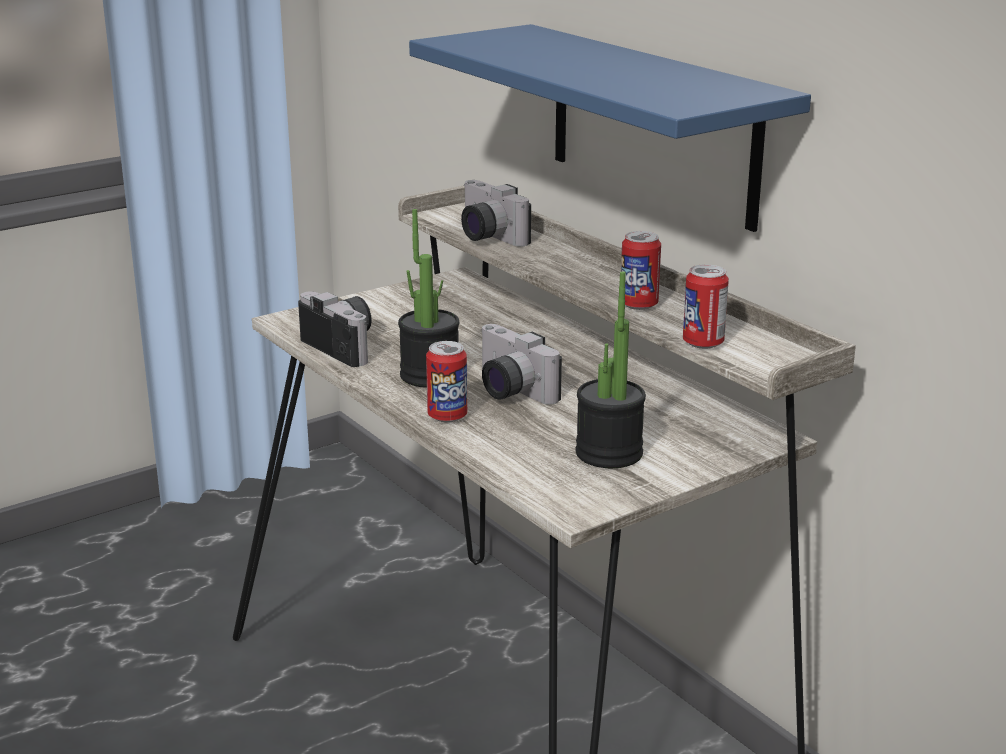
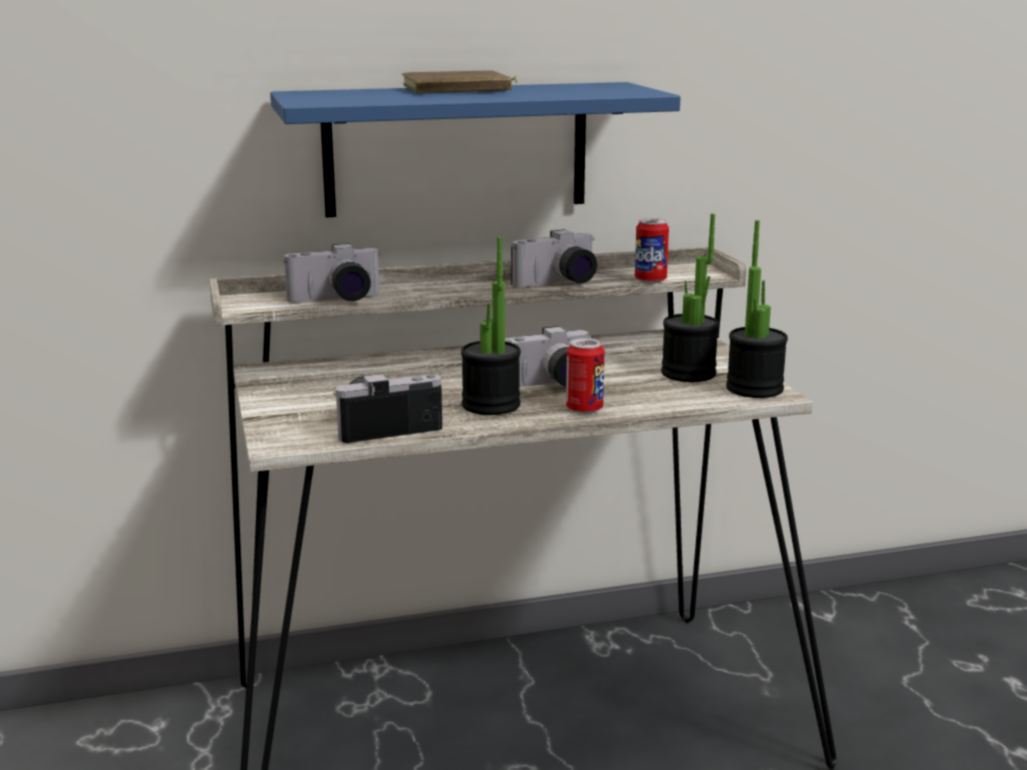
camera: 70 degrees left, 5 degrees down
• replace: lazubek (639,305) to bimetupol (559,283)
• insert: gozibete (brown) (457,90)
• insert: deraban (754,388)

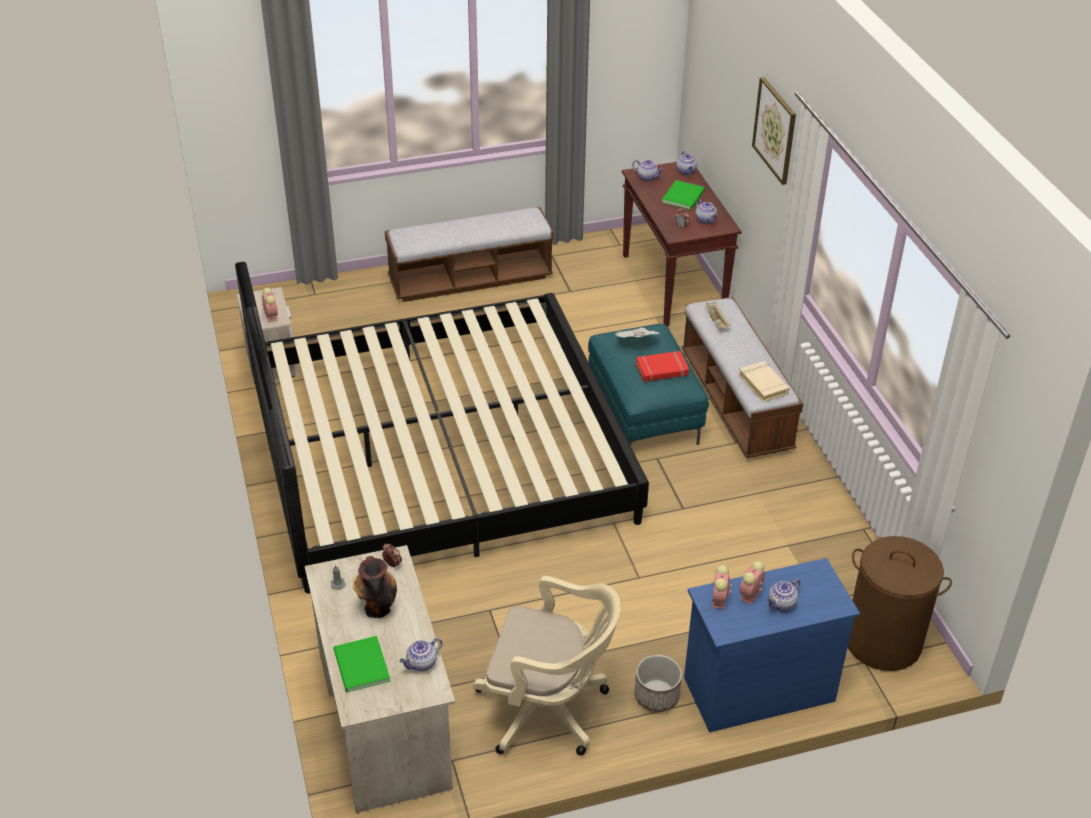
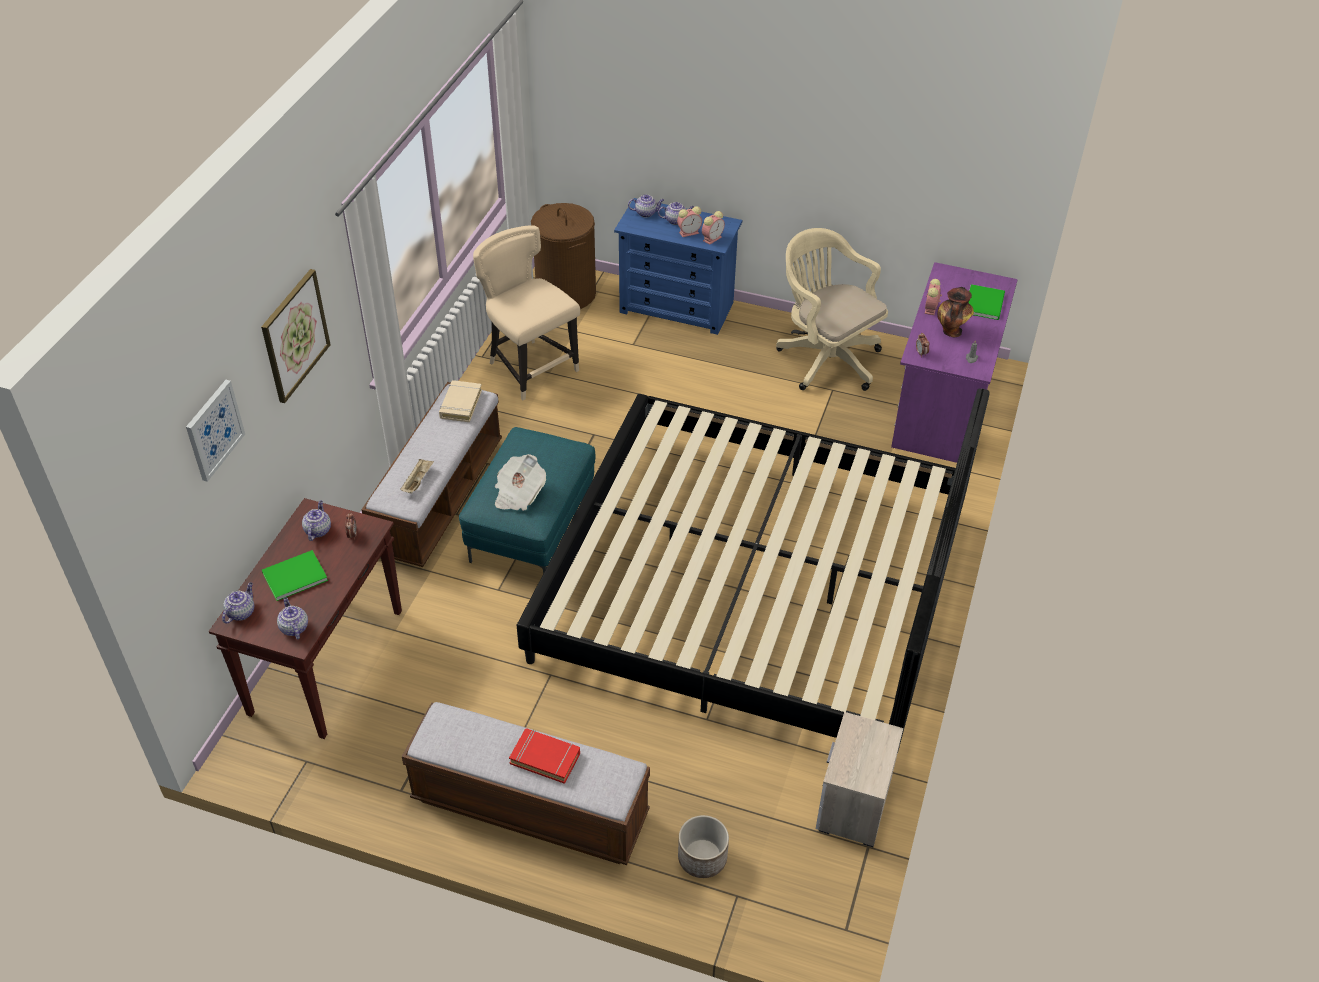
camera: 145 degrees left, 5 degrees up
• move: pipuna (270,315) to (930,309)
• recolor: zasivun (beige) (383,718) to zasivun (purple) (944,404)
• move: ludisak (421,664) to (646,213)
• move: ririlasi (657,696) to (702,858)
• move: gozibete (red) (662,370) to (545,758)
• insert: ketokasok (214,430)
• insert: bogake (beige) (530,367)

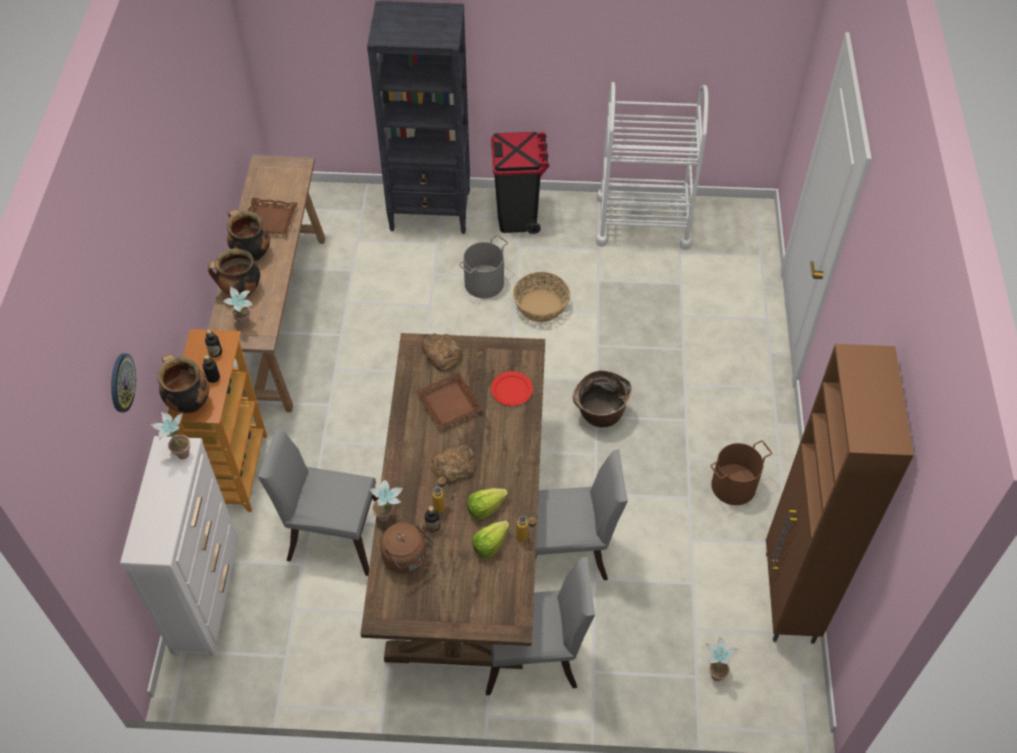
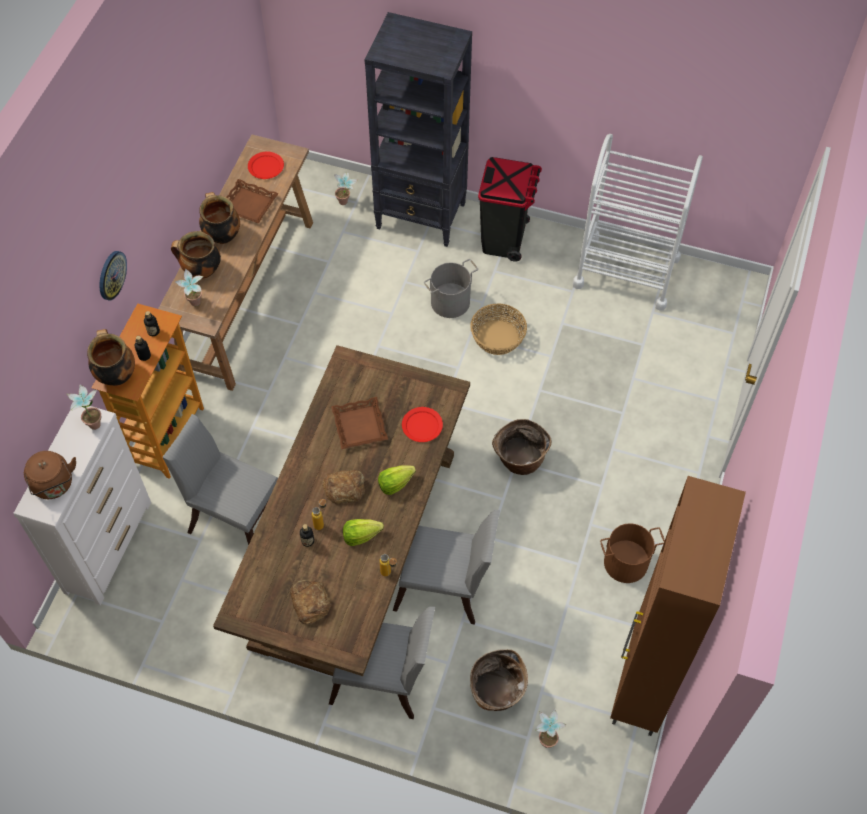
camera: 15 degrees right, 5 degrees up
• move: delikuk (121,382) to (111,275)
• move: deraban (388,517) to (346,203)
• move: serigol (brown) (407,558) to (54,485)
• move: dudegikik (441,354) to (310,603)
• move: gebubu (490,544) to (395,483)
• insert: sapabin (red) (266,167)
• insert: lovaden (496,693)

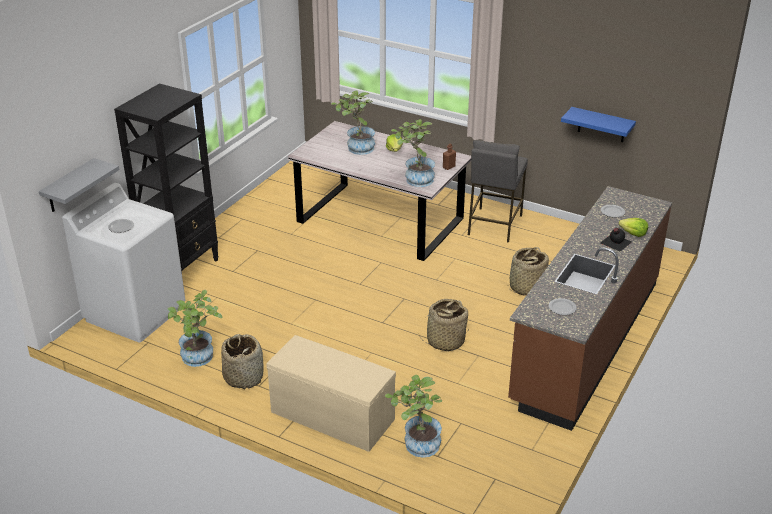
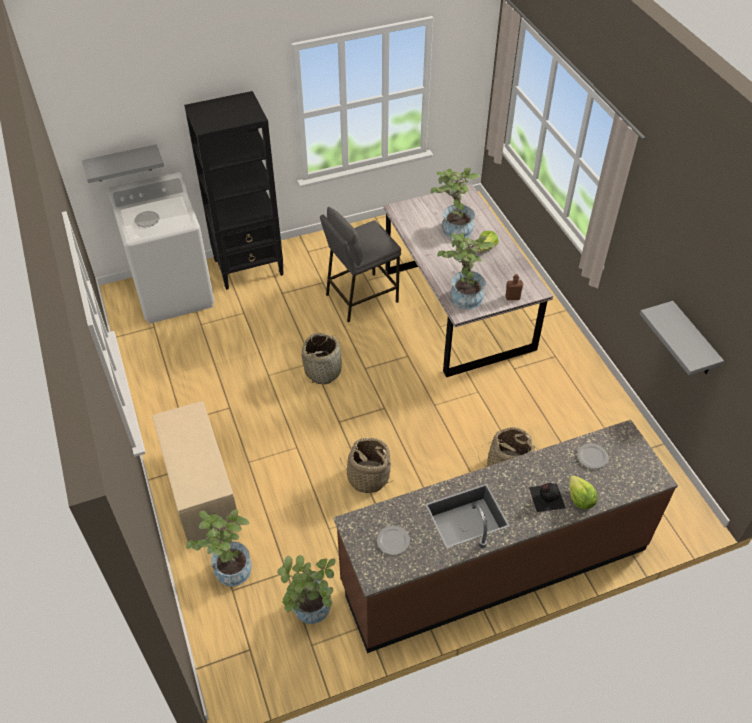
camera: 40 degrees right, 15 degrees up
• move: deraban (199,359) to (310,612)
• move: lovaden (244,377) to (323,371)
• move: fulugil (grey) (494,225) to (361,297)
• recolor: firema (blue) (601,125) to firema (grey) (693,341)

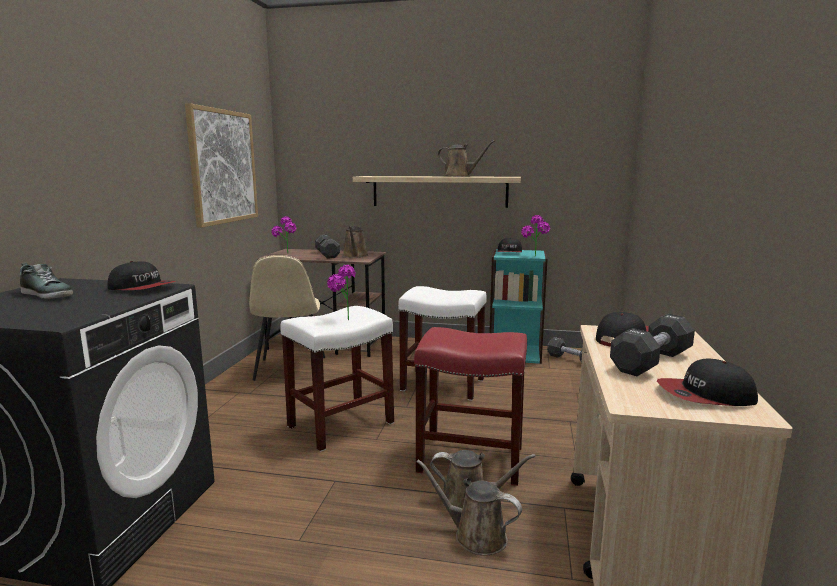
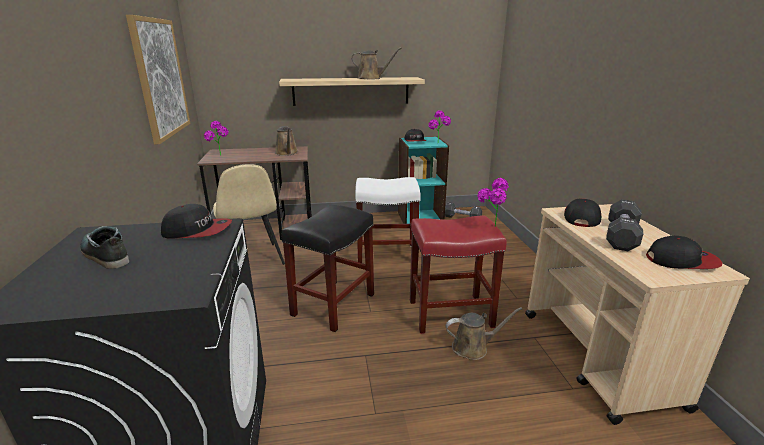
camera: 20 degrees left, 10 degrees up
• rotate: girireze (48,294) = (104,254) 150 degrees counterclockwise
• recolor: fulugil (white) (341,424) to fulugil (black) (333,304)
• delete: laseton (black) (327,254)
• move: deraban (341,320) to (490,228)
• delete: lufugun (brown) (475,536)
• rotate: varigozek (705,396) = (681,261) 150 degrees counterclockwise

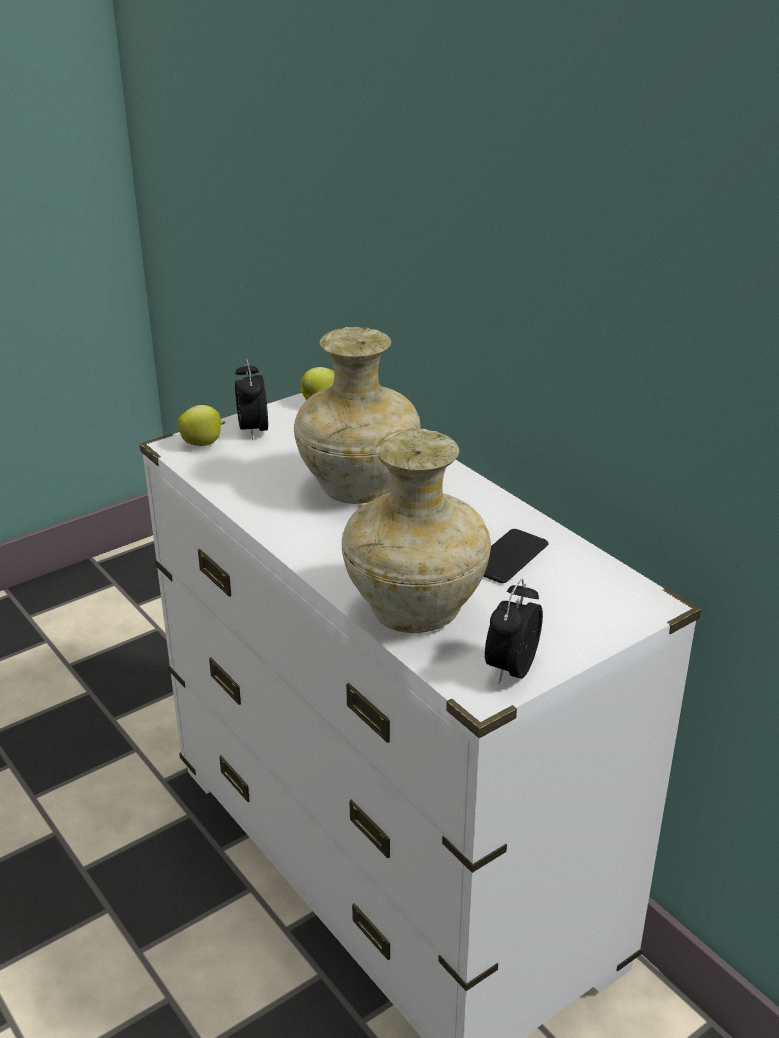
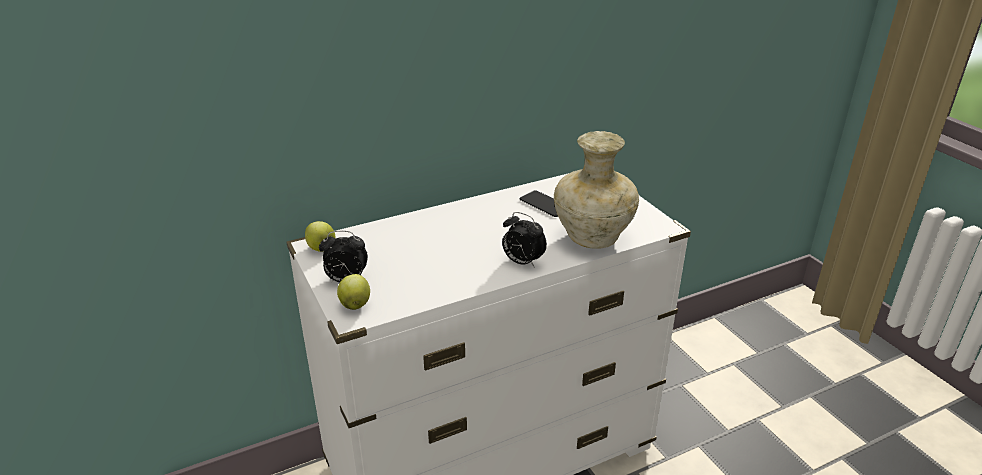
camera: 80 degrees left, 0 degrees up
• delete: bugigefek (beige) (356,489)
• move: pipuna (511,669) to (522,262)

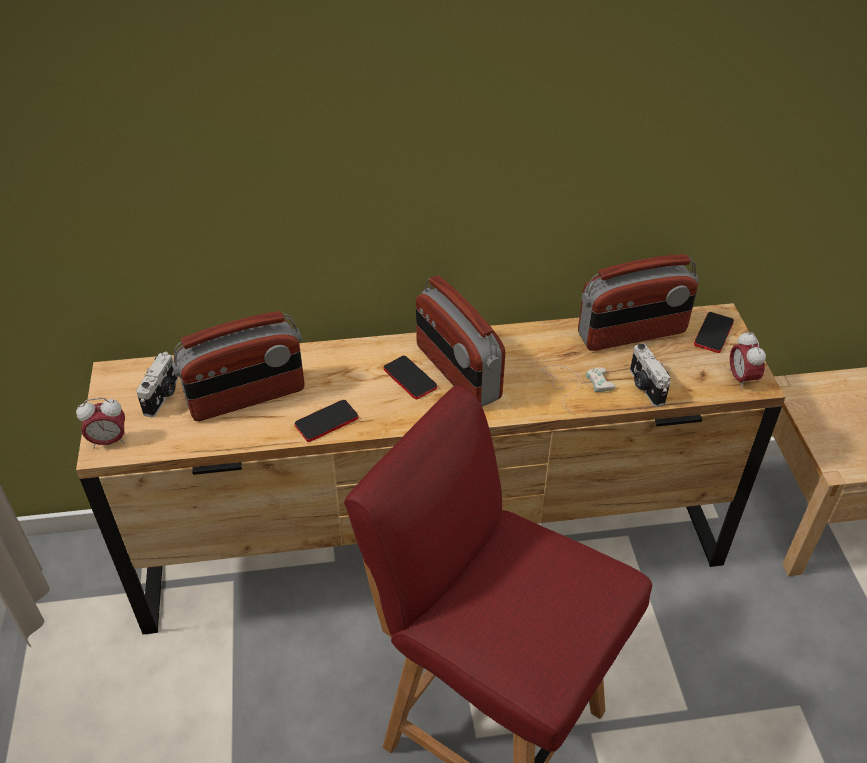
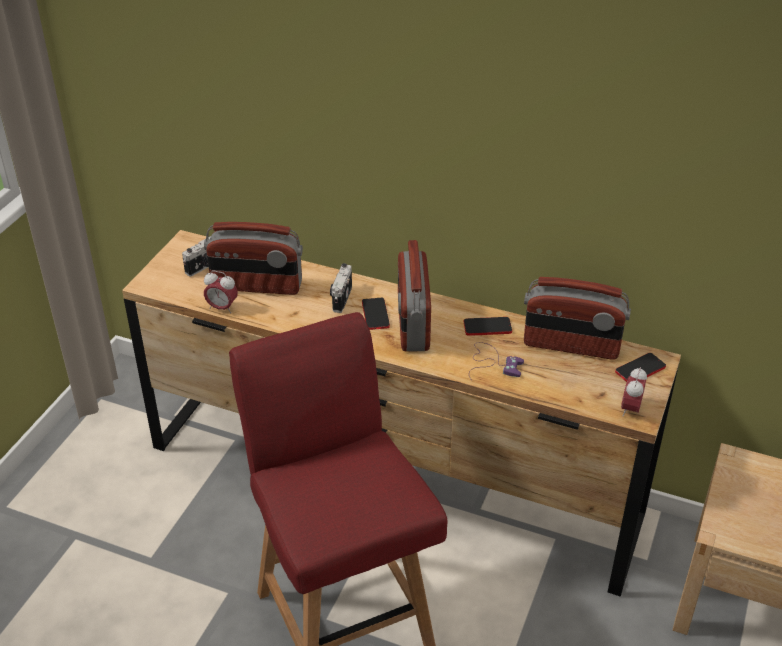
camera: 30 degrees right, 5 degrees down
• move: pipuna (109,441) to (222,308)
• move: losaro (326,421) to (487,327)
• recolor: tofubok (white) (575,384) to tofubok (purple) (493,363)
• move: bimetupol (645,387) to (340,298)

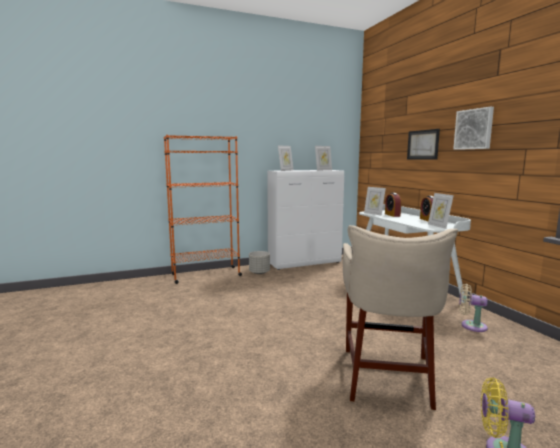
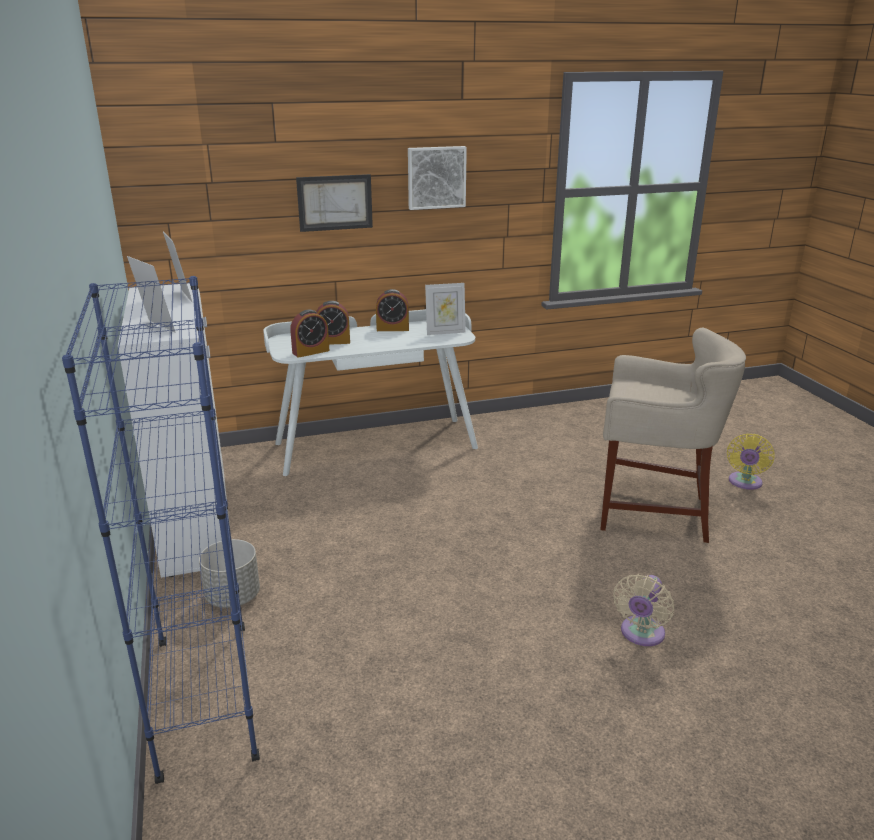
camera: 85 degrees left, 15 degrees up
• recolor: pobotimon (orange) (206,275) to pobotimon (blue) (205,698)
• replace: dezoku (373,214) to pipuna (311,352)
• move: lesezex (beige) (470,326) to (641,634)

